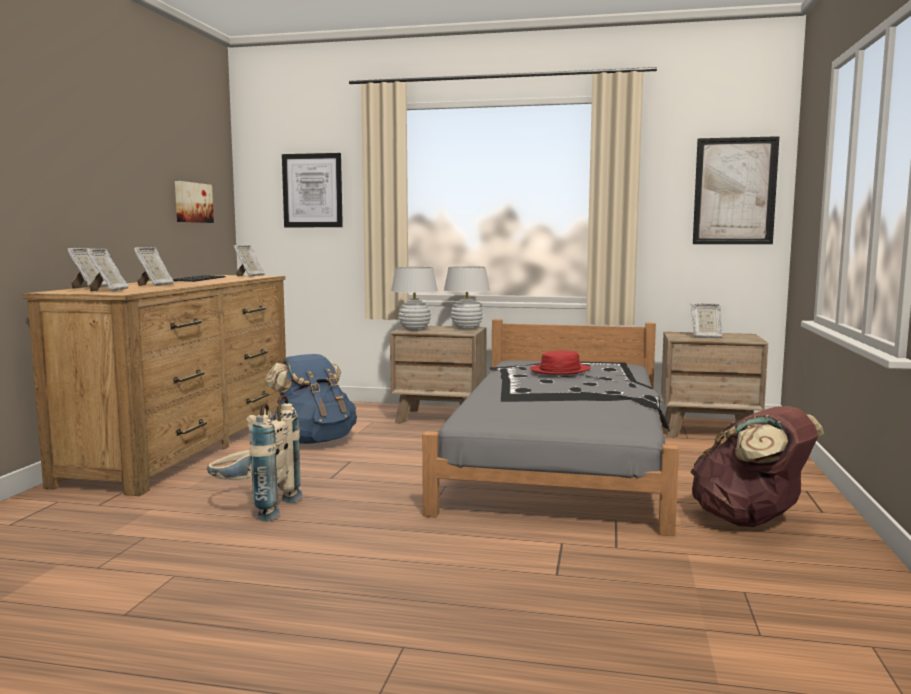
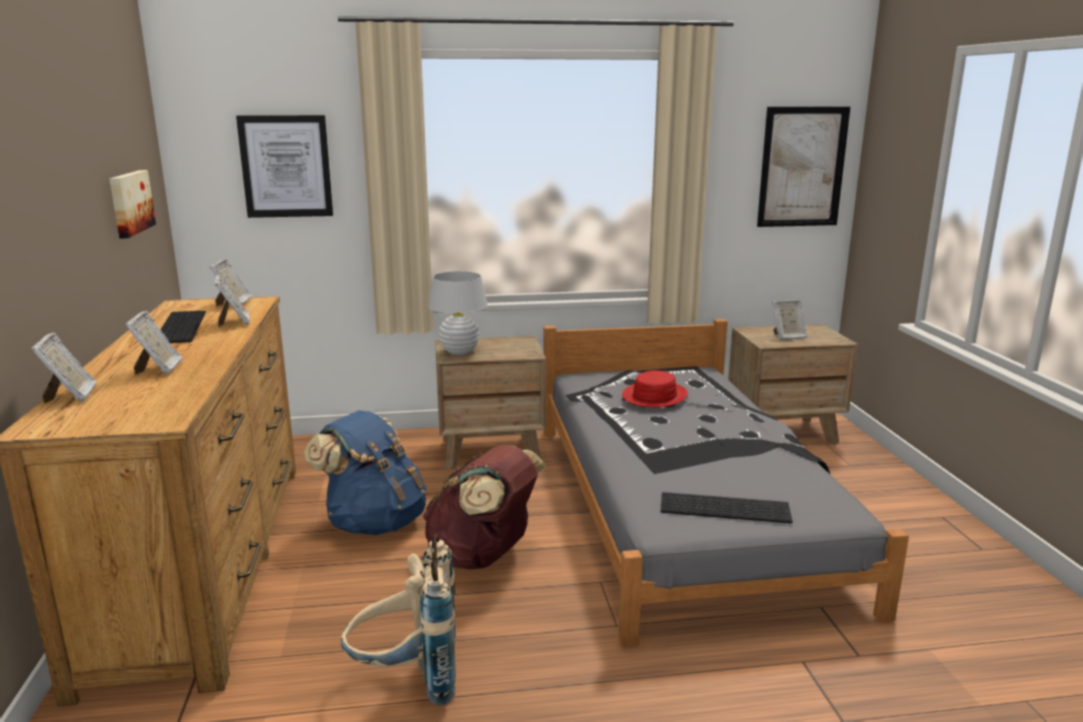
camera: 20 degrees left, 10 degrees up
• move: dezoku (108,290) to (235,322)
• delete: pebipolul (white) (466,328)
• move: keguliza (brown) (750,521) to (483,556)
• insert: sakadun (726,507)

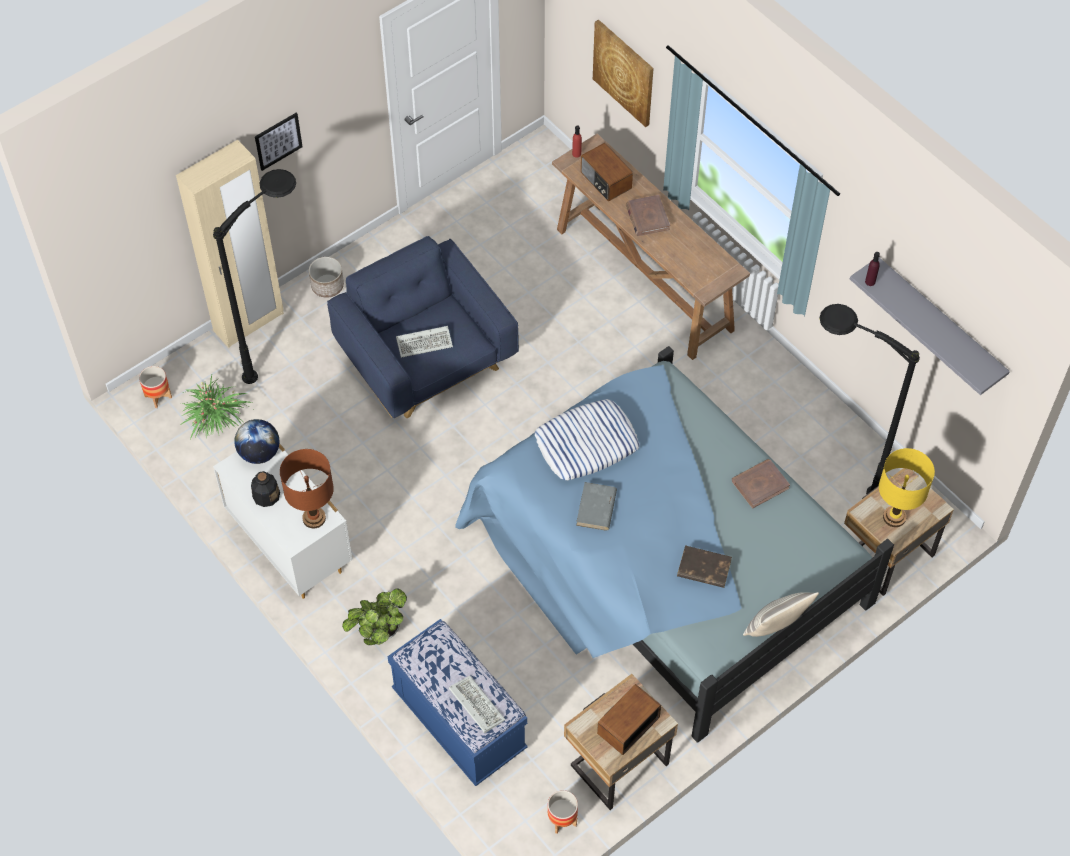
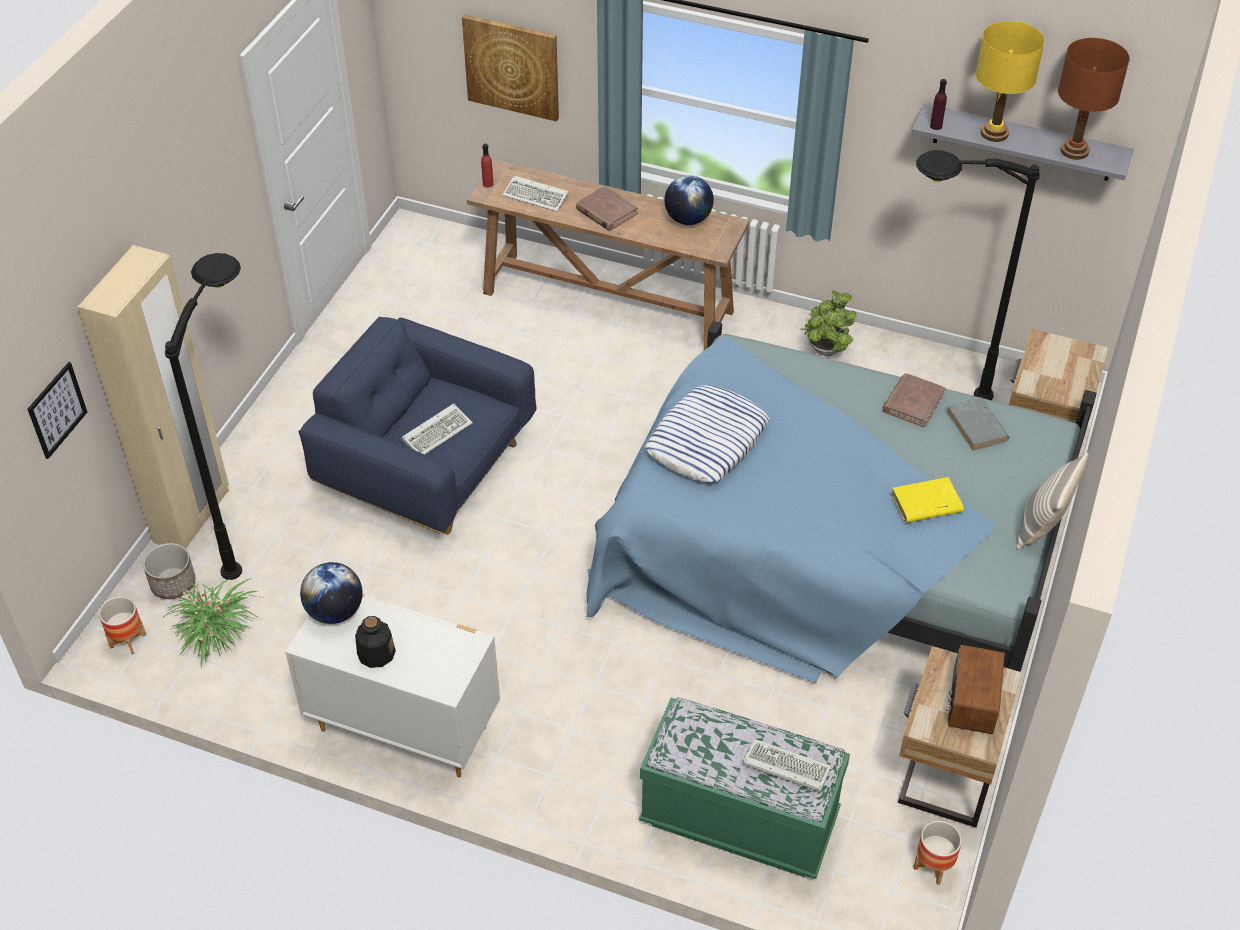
camera: 30 degrees left, 10 degrees down
• move: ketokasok (278,141) to (57,410)
• move: pebipolul (brown) (314,518) to (1074,151)
• move: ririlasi (327,285) to (173,583)
• move: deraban (378,632) to (825,351)
• recolor: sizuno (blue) (459,721) to sizuno (green) (739,820)
• move: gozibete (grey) (596,508) to (977,426)
• replace: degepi (605,181) to sakadun (537,196)
• recolor: gozibete (brown) (703,568) to gozibete (yellow) (926,503)
• move: pebipolul (yellow) (894,517) to (994,133)
• insert: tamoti (688,219)

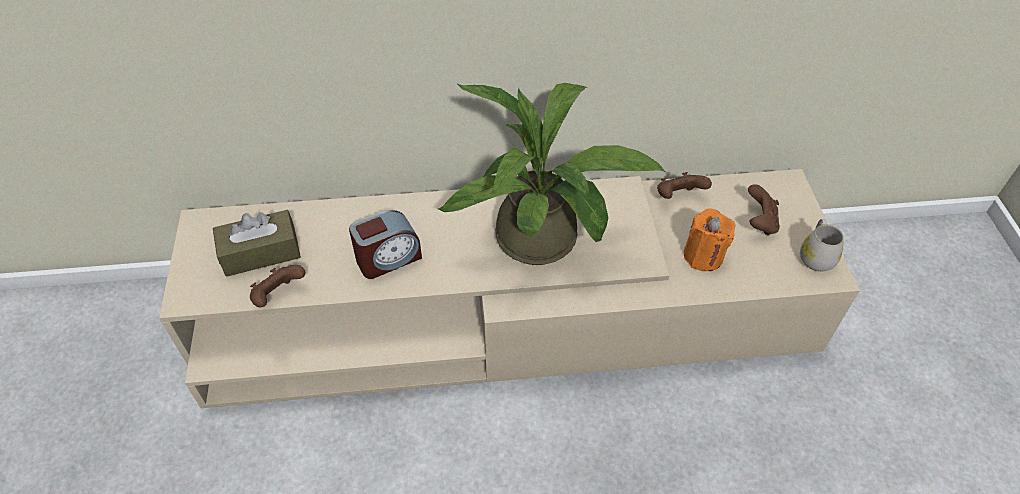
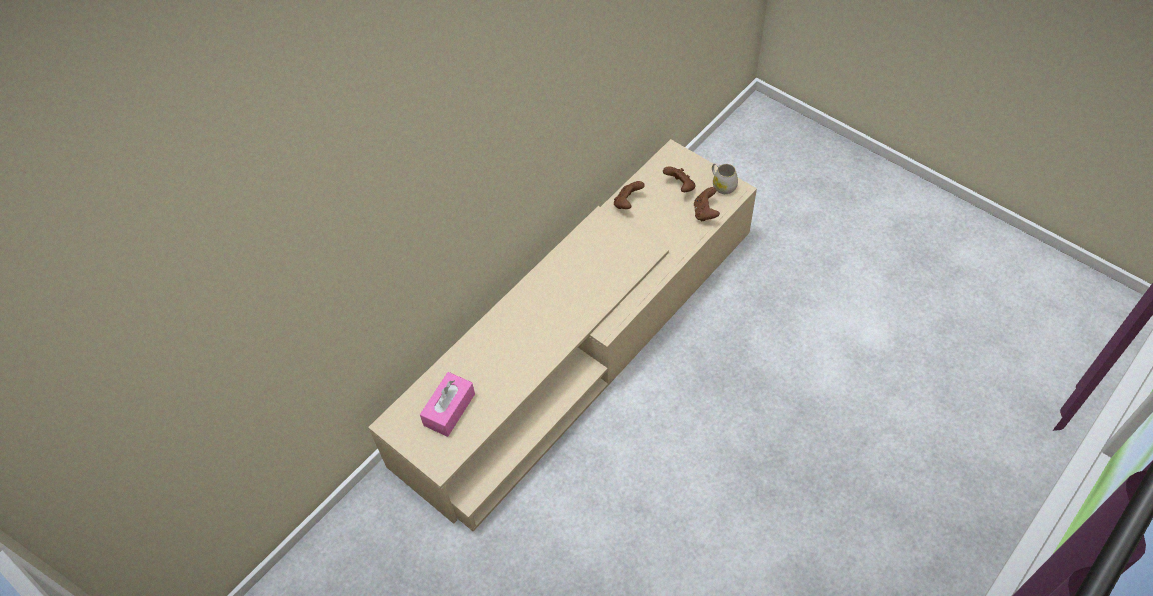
camera: 40 degrees left, 5 degrees up
• recolor: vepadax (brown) (261,253) to vepadax (pink) (449,409)
• move: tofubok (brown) (278,295) to (705,212)
• delete: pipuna (388,258)
• delete: deraban (545,242)
• delete: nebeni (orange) (703,256)

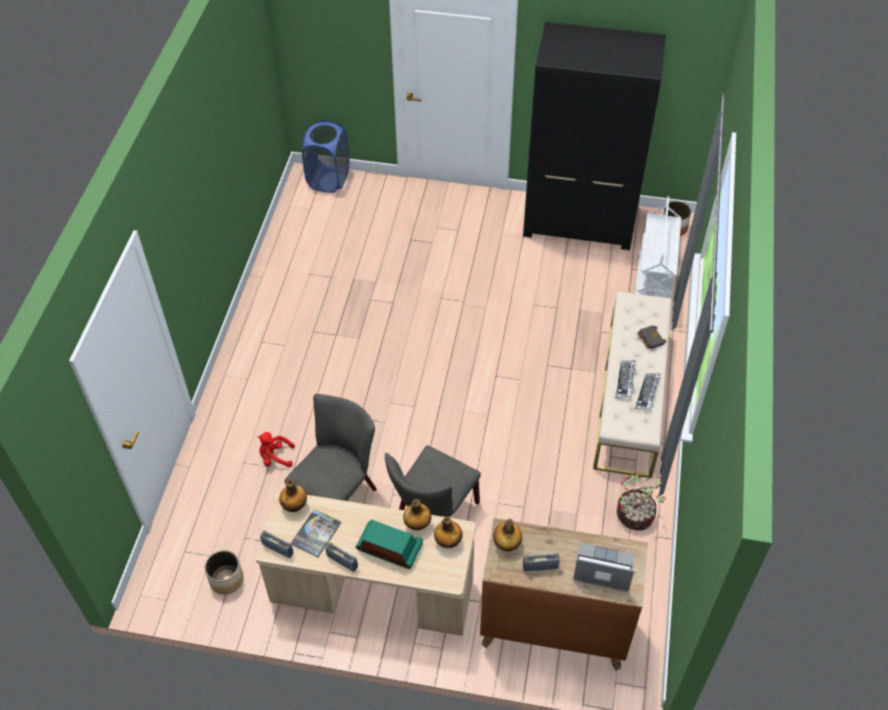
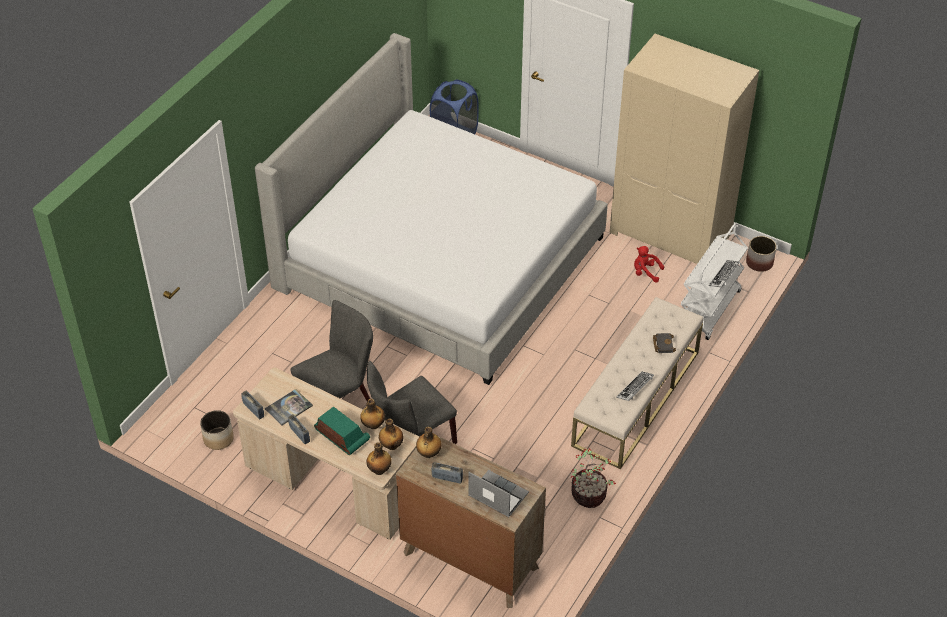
camera: 20 degrees right, 5 degrees down
• move: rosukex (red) (275,457) to (645,272)
• move: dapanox (295,506) to (379,470)
• recolor: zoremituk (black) (580,220) to zoremituk (beige) (672,233)
• move: sakadun (625,381) to (724,276)
• insert: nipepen (440,262)

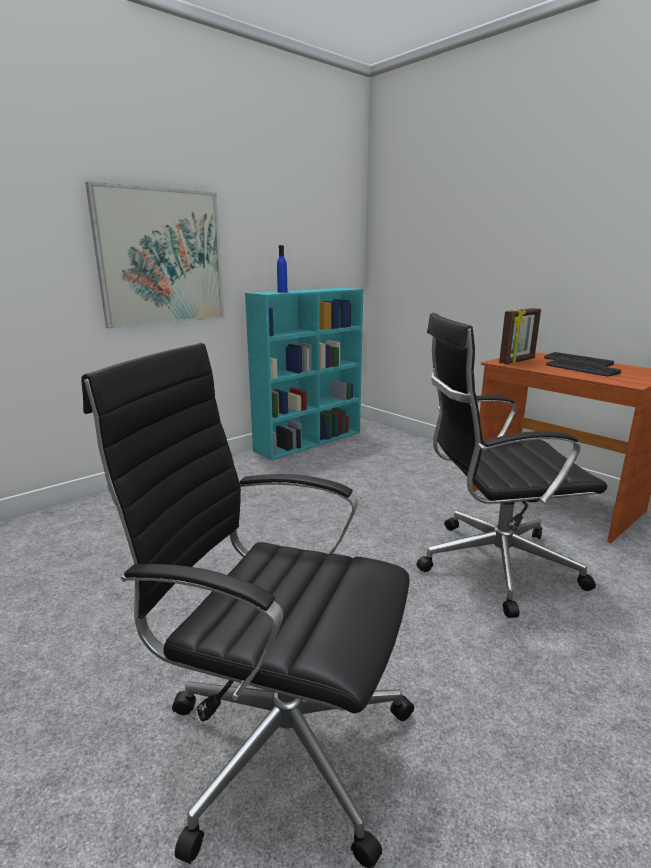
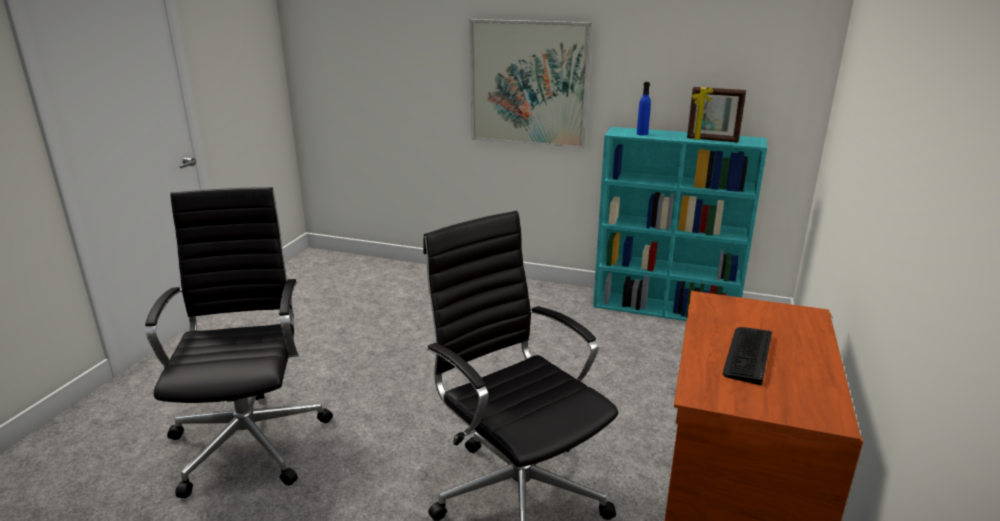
camera: 60 degrees right, 5 degrees up
• move: dezoku (517,361) to (712,140)
• delete: sakadun (577,361)

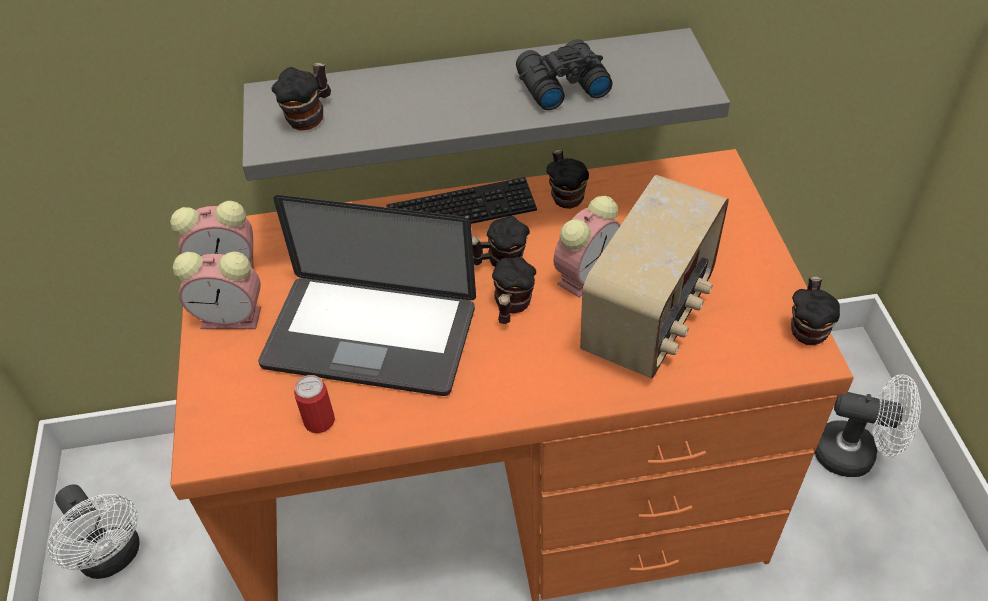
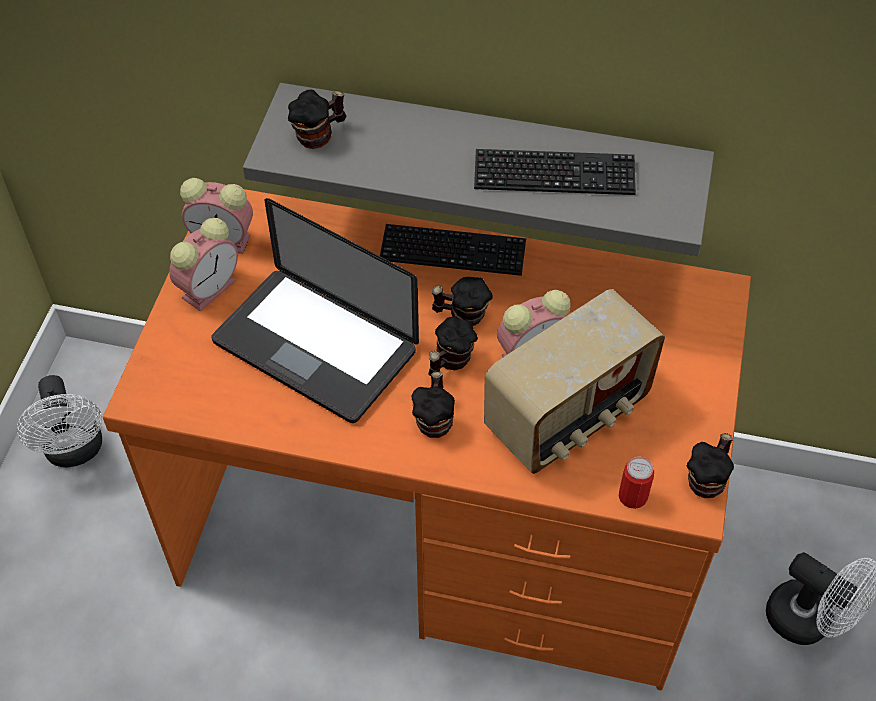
camera: 20 degrees right, 5 degrees up
• rotate: pipuna (233,317) = (210,287) 75 degrees counterclockwise
• move: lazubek (319,421) to (633,496)
• replace: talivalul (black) (560,85) to sakadun (554,175)
• move: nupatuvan (565,195) to (435,419)

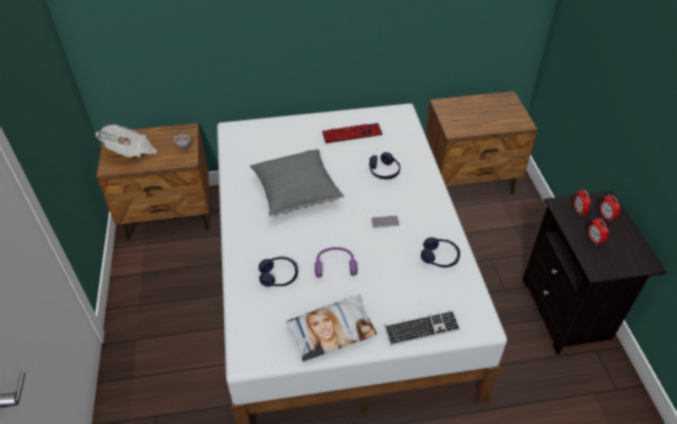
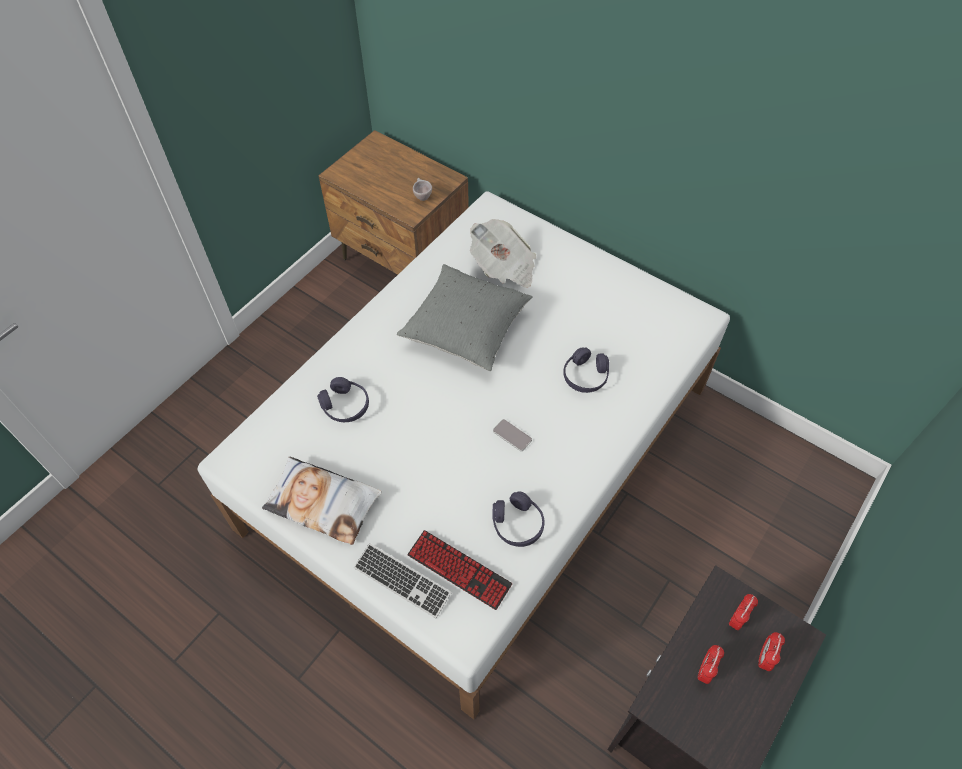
camera: 45 degrees right, 10 degrees up
• move: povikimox (131,152) to (504,267)
• delete: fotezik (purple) (335,265)
• move: sakadun (352,134) to (459,570)
• delete: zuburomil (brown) (469,180)

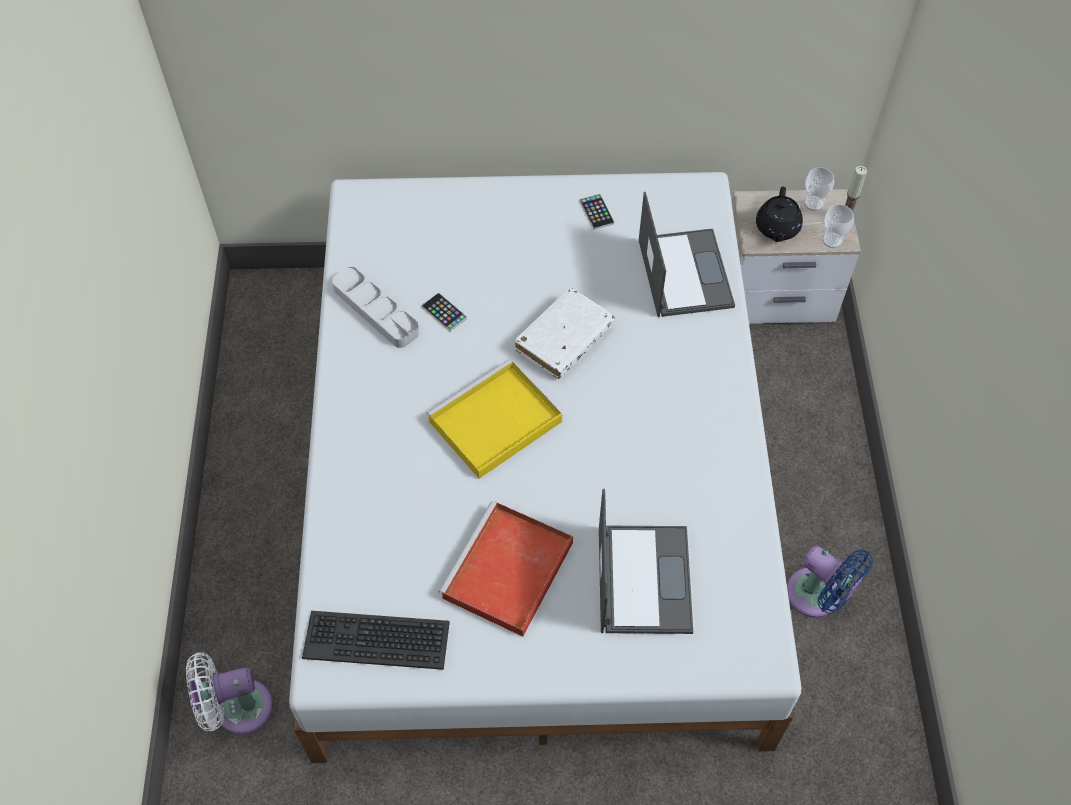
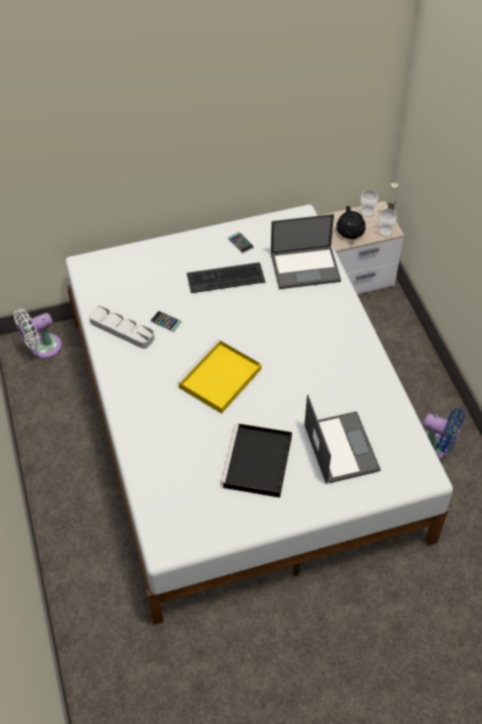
camera: 15 degrees left, 5 degrees down
• move: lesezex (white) (237,709) to (42,348)
• move: sakadun (377,639) to (225,277)
• recolor: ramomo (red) (507,573) to ramomo (black) (258,463)
• delete: gozibete (white) (564,339)
• rotate: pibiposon (684,272) = (306,267) 105 degrees clockwise

